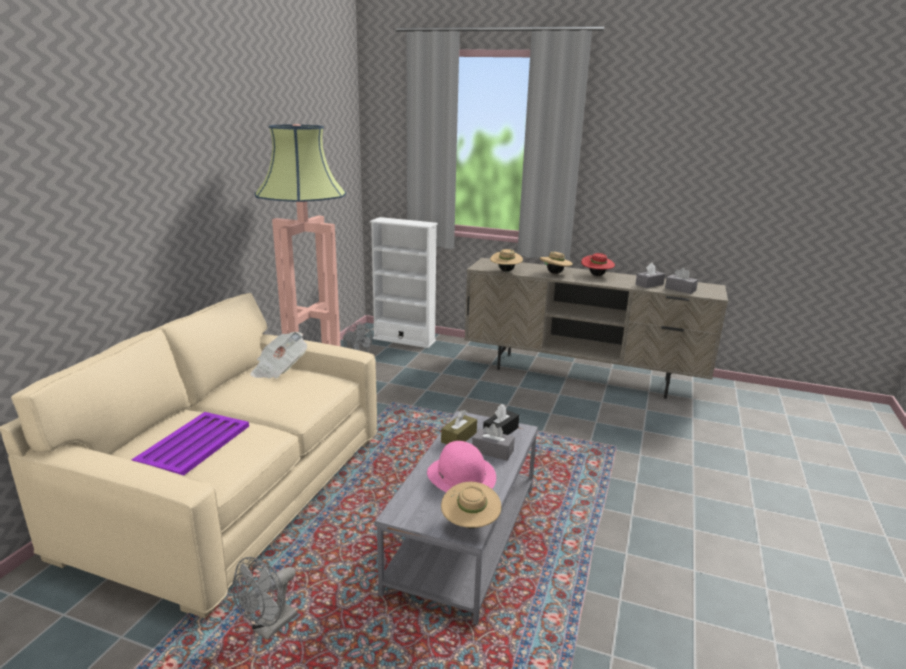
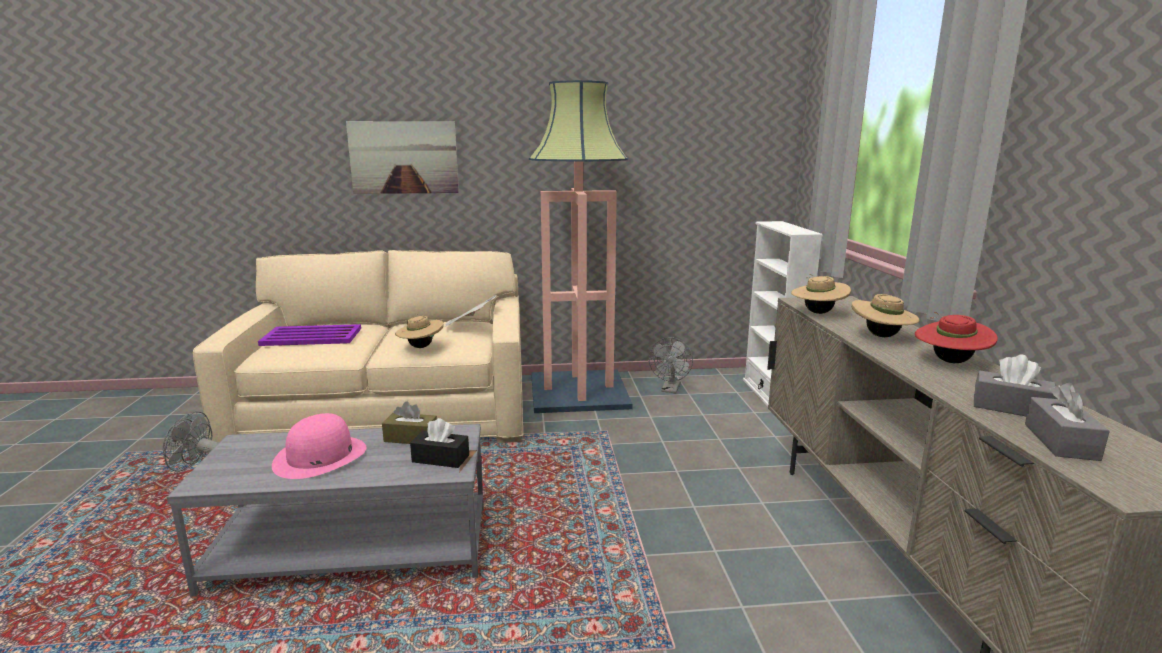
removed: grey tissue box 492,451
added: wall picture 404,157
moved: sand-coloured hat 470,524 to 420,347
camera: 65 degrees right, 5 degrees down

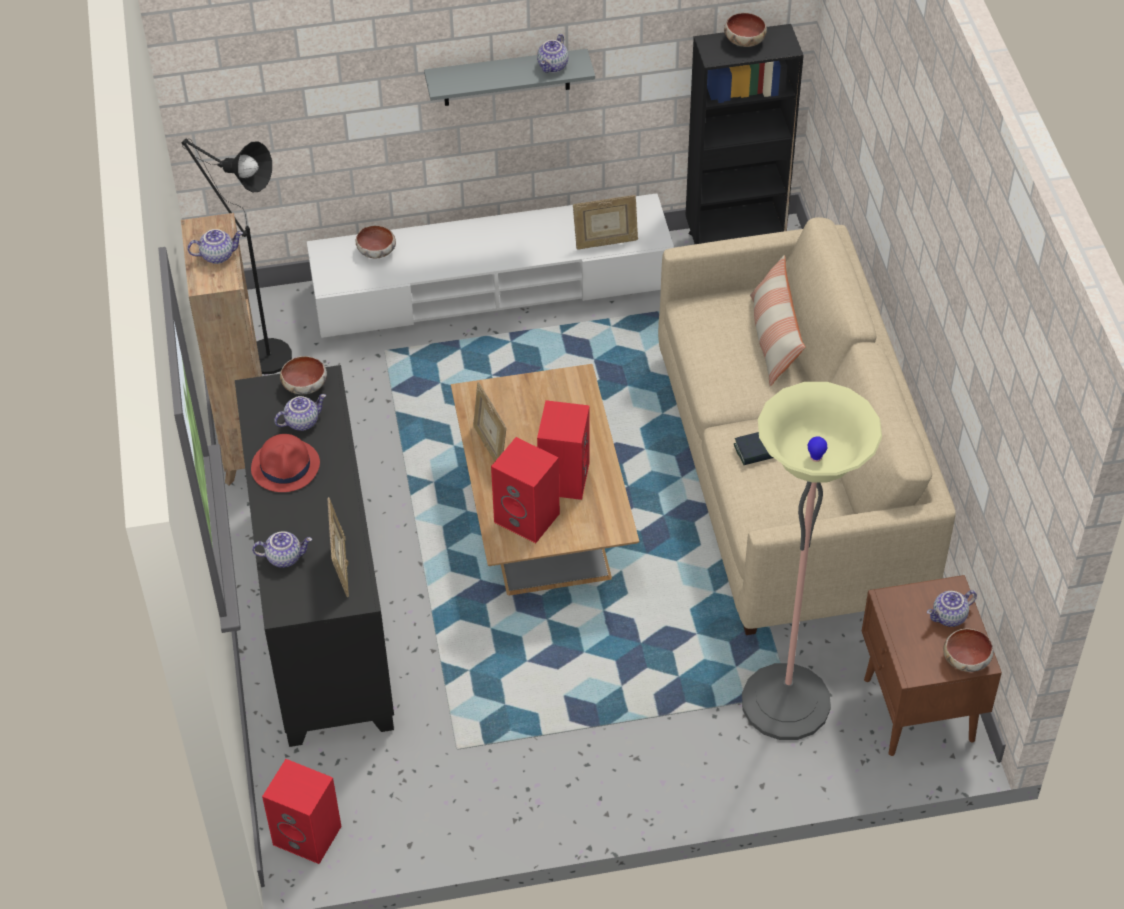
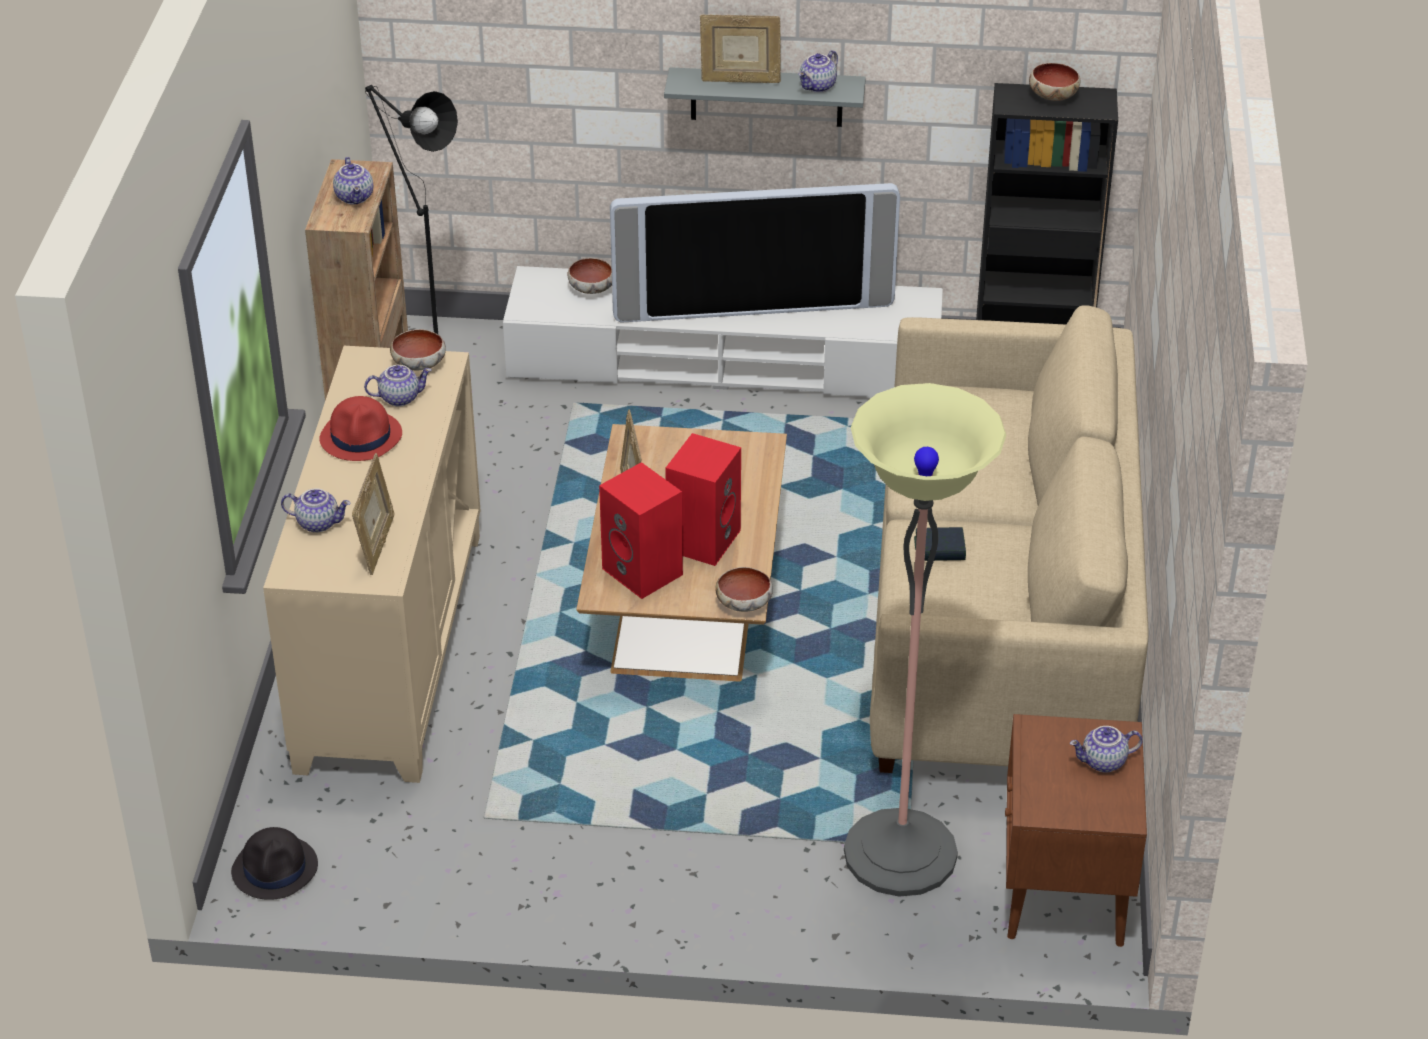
removed: pillow 774,338
added: TV set 753,306
moved: standing frame 605,243 to 740,80; serving bowl 966,659 to 744,603
replaced: red speaker 309,835 to black-coloured hat 275,869
recoloured: black-coloured cabinet 322,614 to sand-coloured cabinet 389,649
turned: teapot 218,255 = 355,197 75 degrees clockwise
camera: 15 degrees right, 10 degrees down

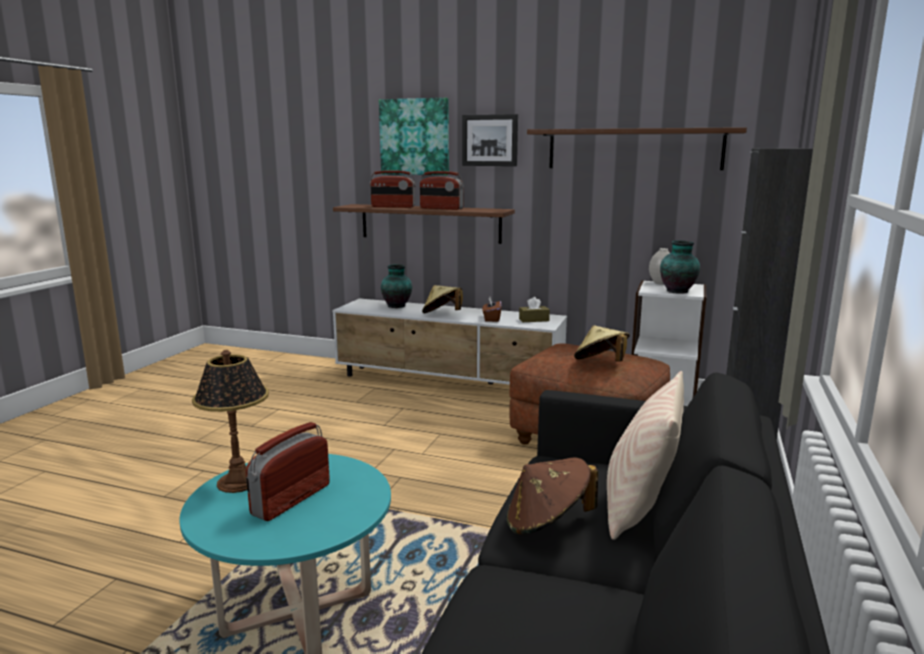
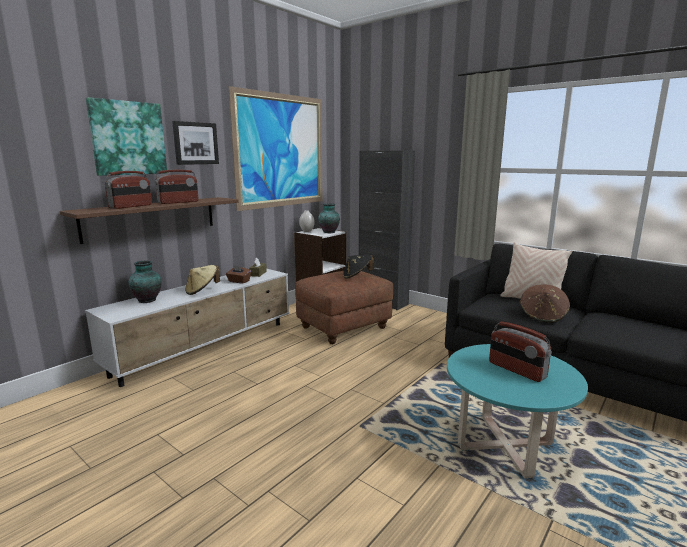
removed: lamp for a table 239,482
replaced: brown shelf 634,149 to wall picture 281,151
recoloured: sand-coloured hat 600,363 to black-coloured hat 357,276
camera: 70 degrees left, 0 degrees up

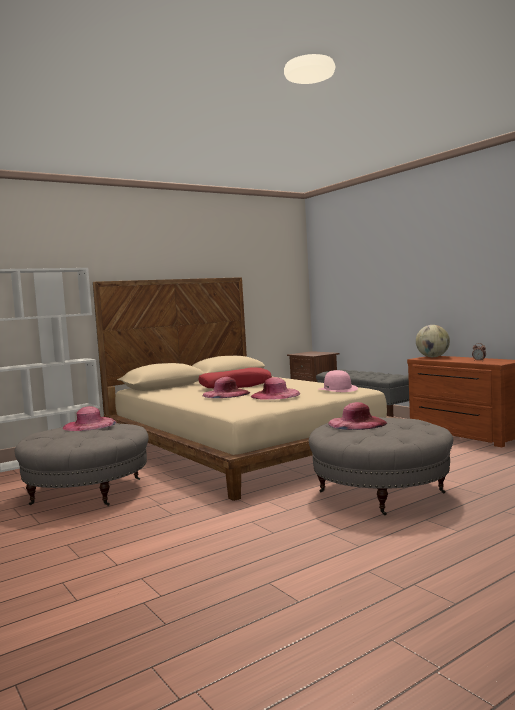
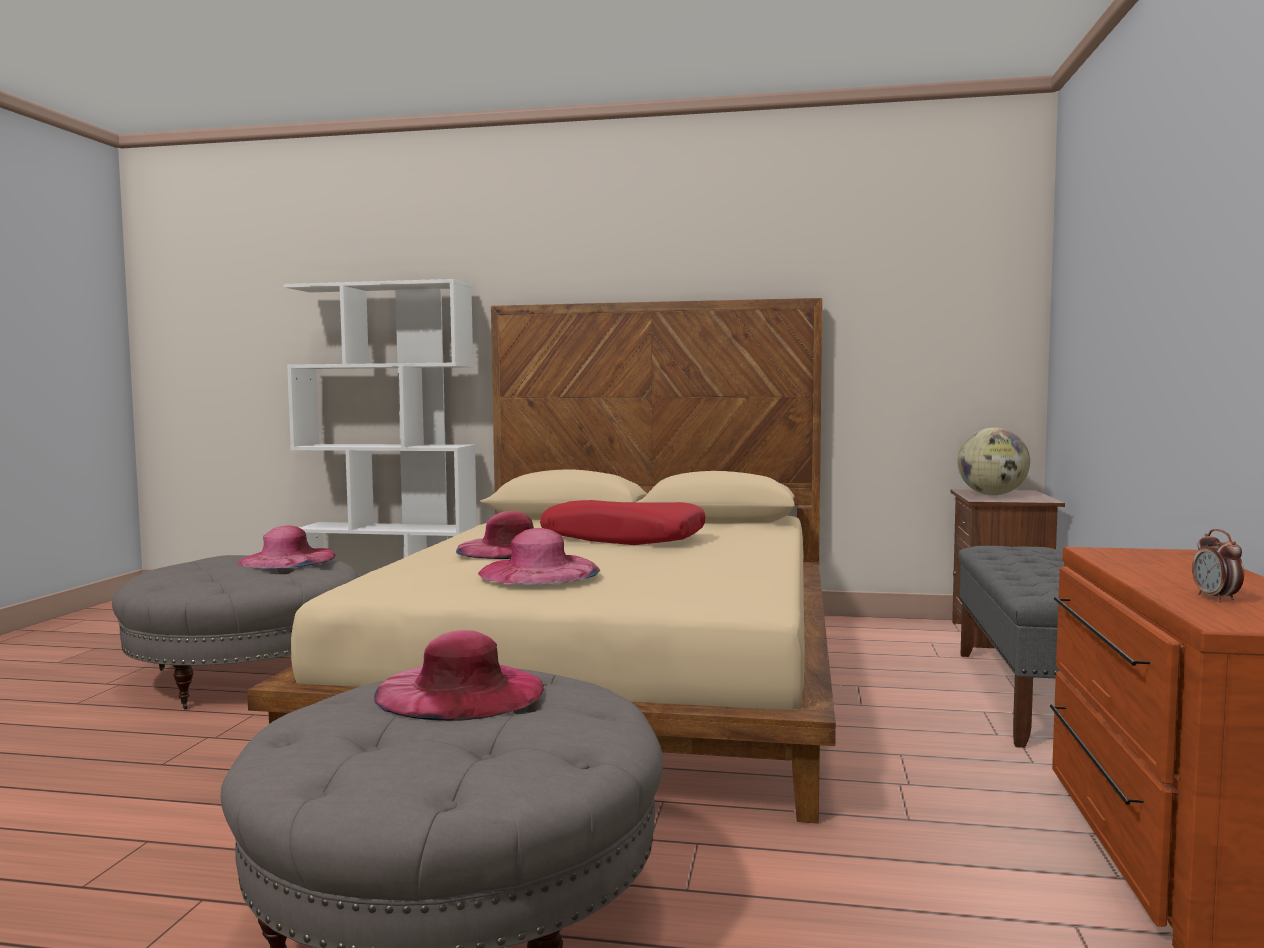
removed: pinkish hat 338,389
moved: world globe 433,357 to 992,495
camera: 45 degrees right, 0 degrees up

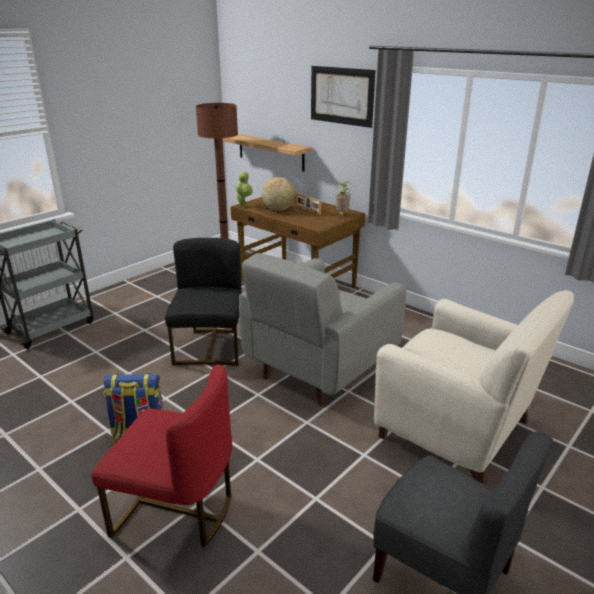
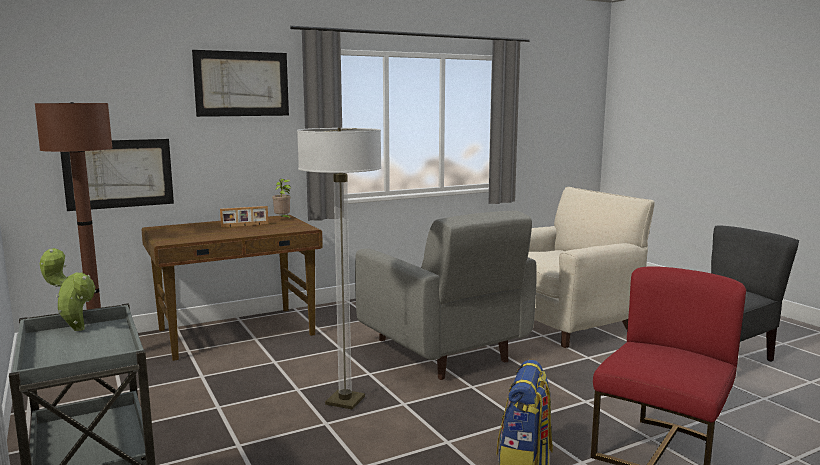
removed: world globe 278,210
moved: potted plant 244,205 to 75,328
replaced: black-coloured upright chair 210,347 to standing lamp 345,401; shelf 270,152 to wall picture 119,174
camera: 70 degrees left, 15 degrees down

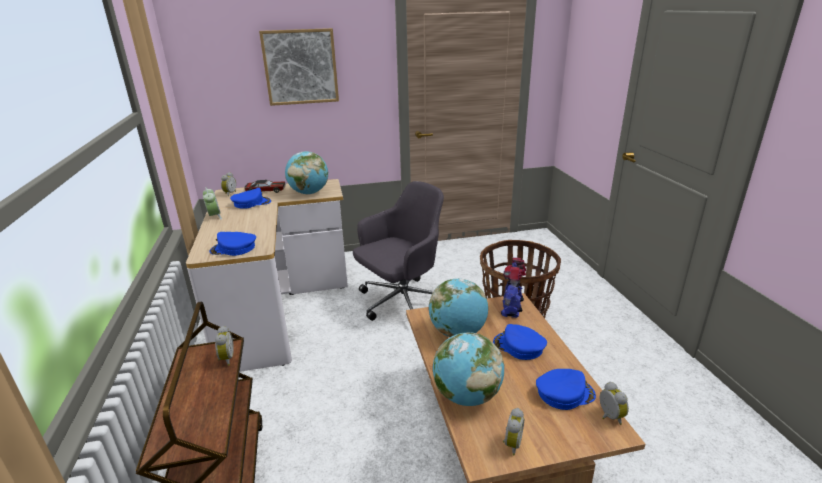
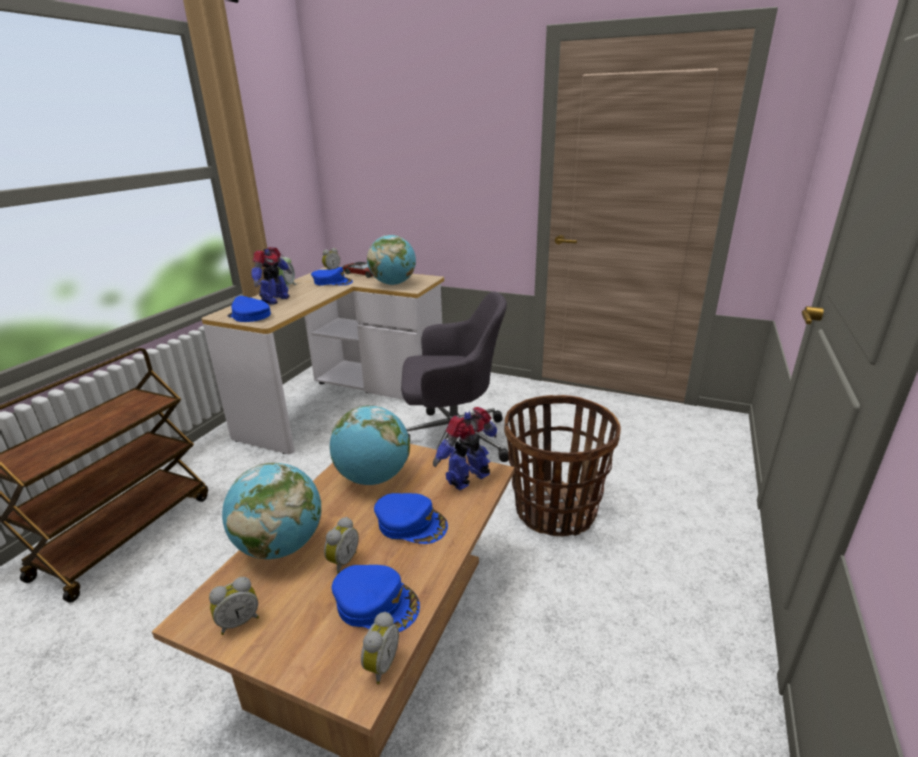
removed: wall picture 300,67
added: model robot 274,300
moved: alarm clock 226,359 to 342,561
turned: blue-coloured baseball cap 518,346 = 411,523 135 degrees clockwise
camera: 35 degrees right, 0 degrees up

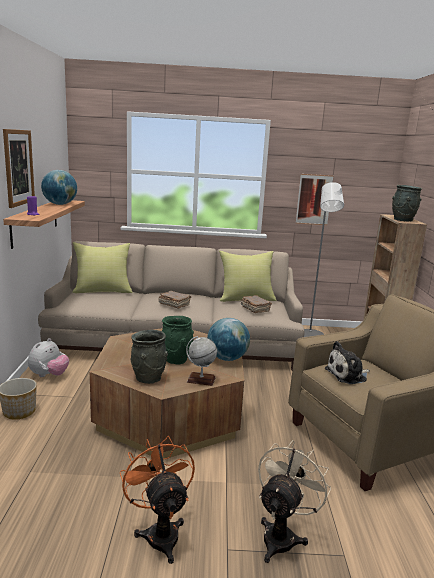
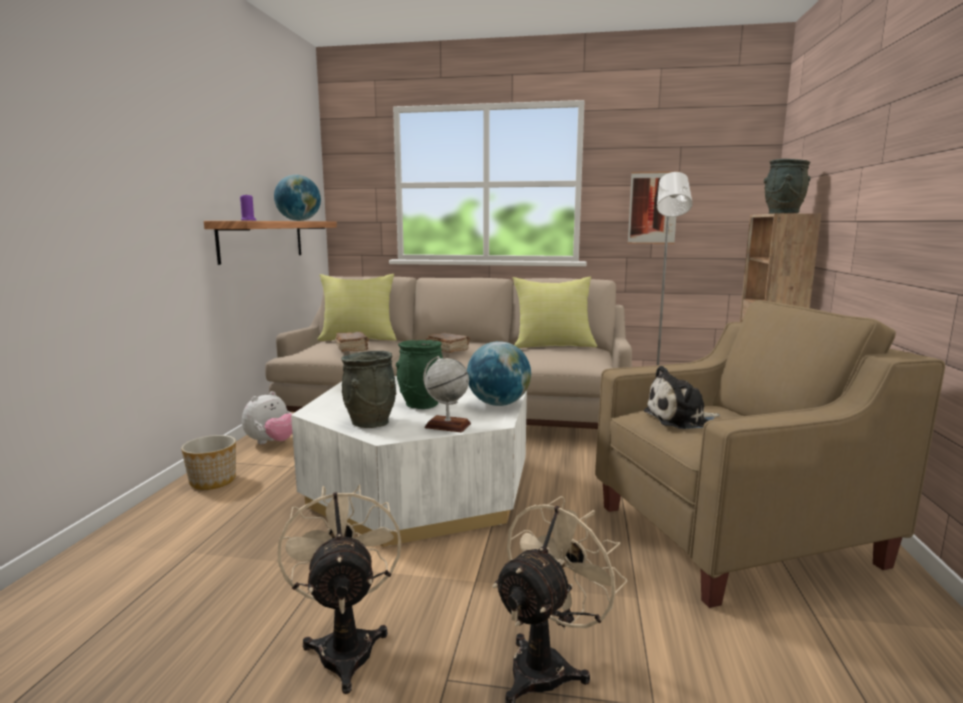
removed: wall picture 18,167
moved: brown volume 255,309 to 352,349
recoloured: brown low table 170,412 to white low table 419,489; orangey cooling fan 160,532 to sand-coloured cooling fan 346,645
camera: 10 degrees right, 5 degrees down

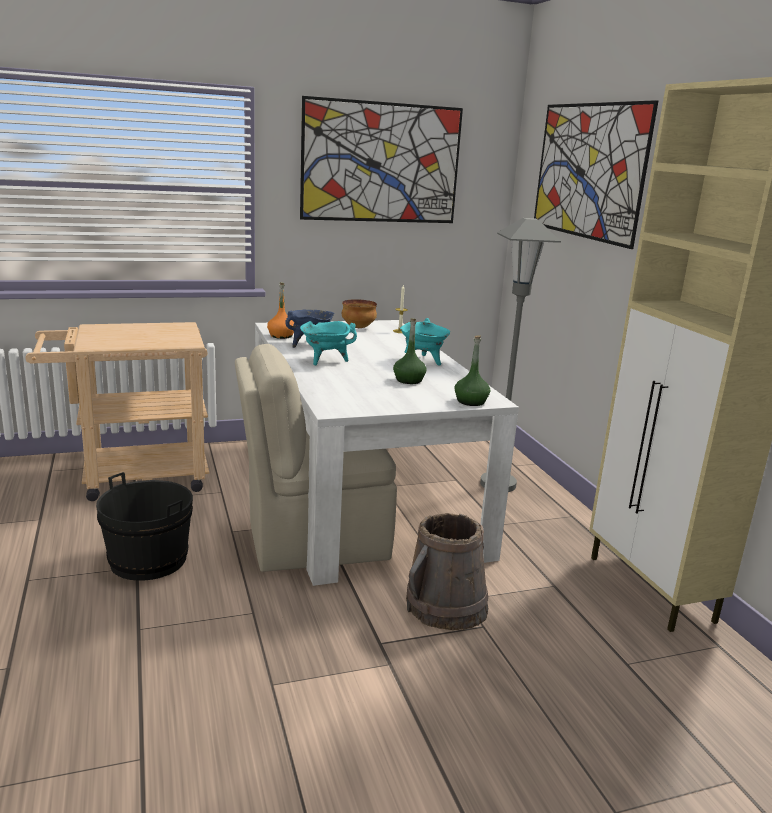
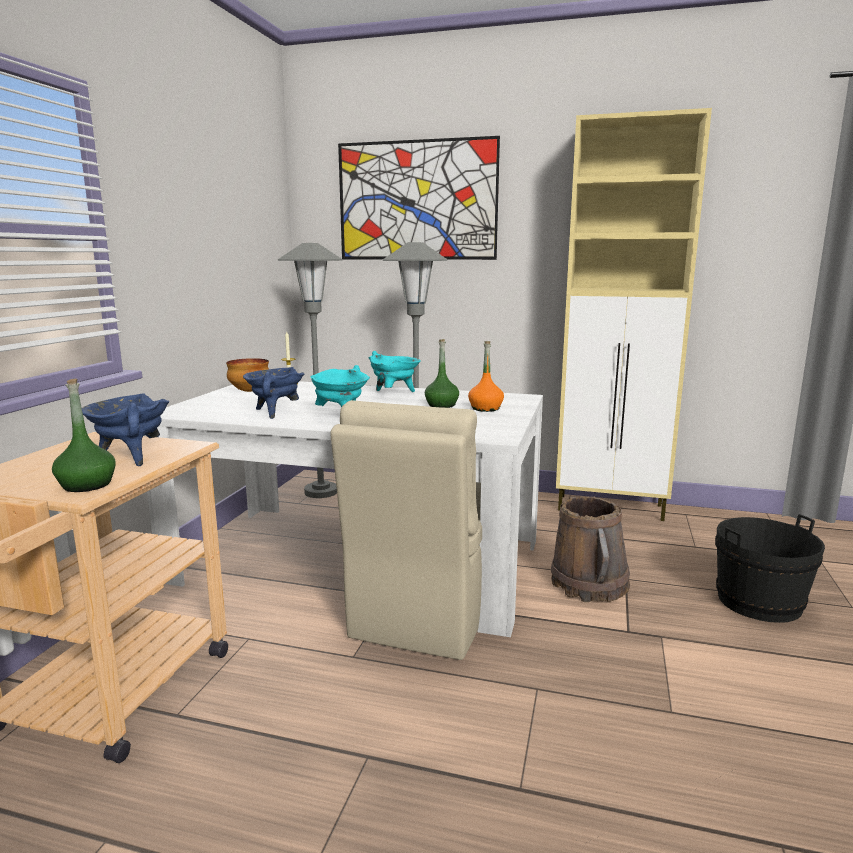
removed: wall picture 381,163
added: blue-coloured saucepot 131,457; grey standing lamp 321,492
moved: black-coloured bucket 148,560 to 758,601; orangey drink bottle 281,336 to 485,408; green-coloured drink bottle 470,401 to 87,485
camera: 55 degrees left, 5 degrees down

